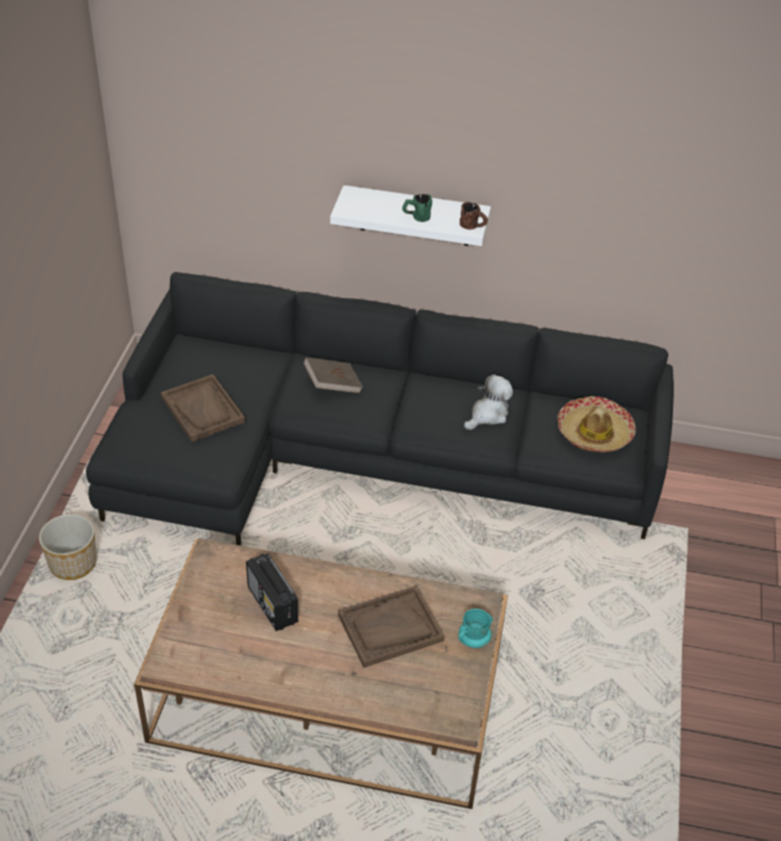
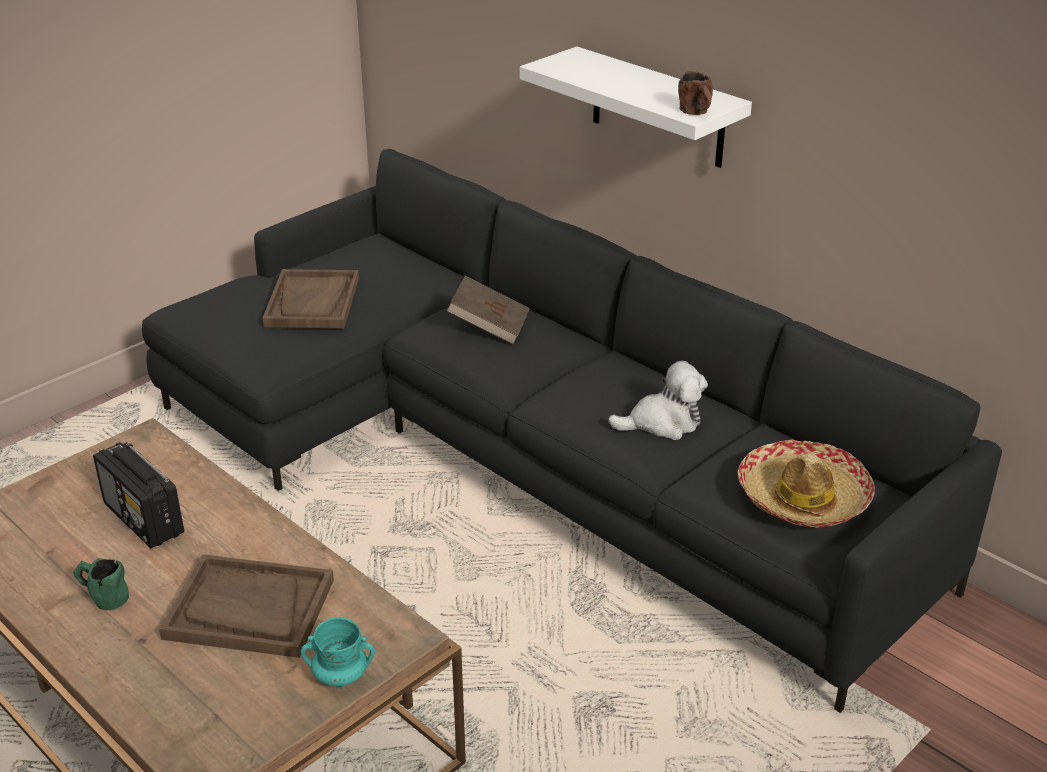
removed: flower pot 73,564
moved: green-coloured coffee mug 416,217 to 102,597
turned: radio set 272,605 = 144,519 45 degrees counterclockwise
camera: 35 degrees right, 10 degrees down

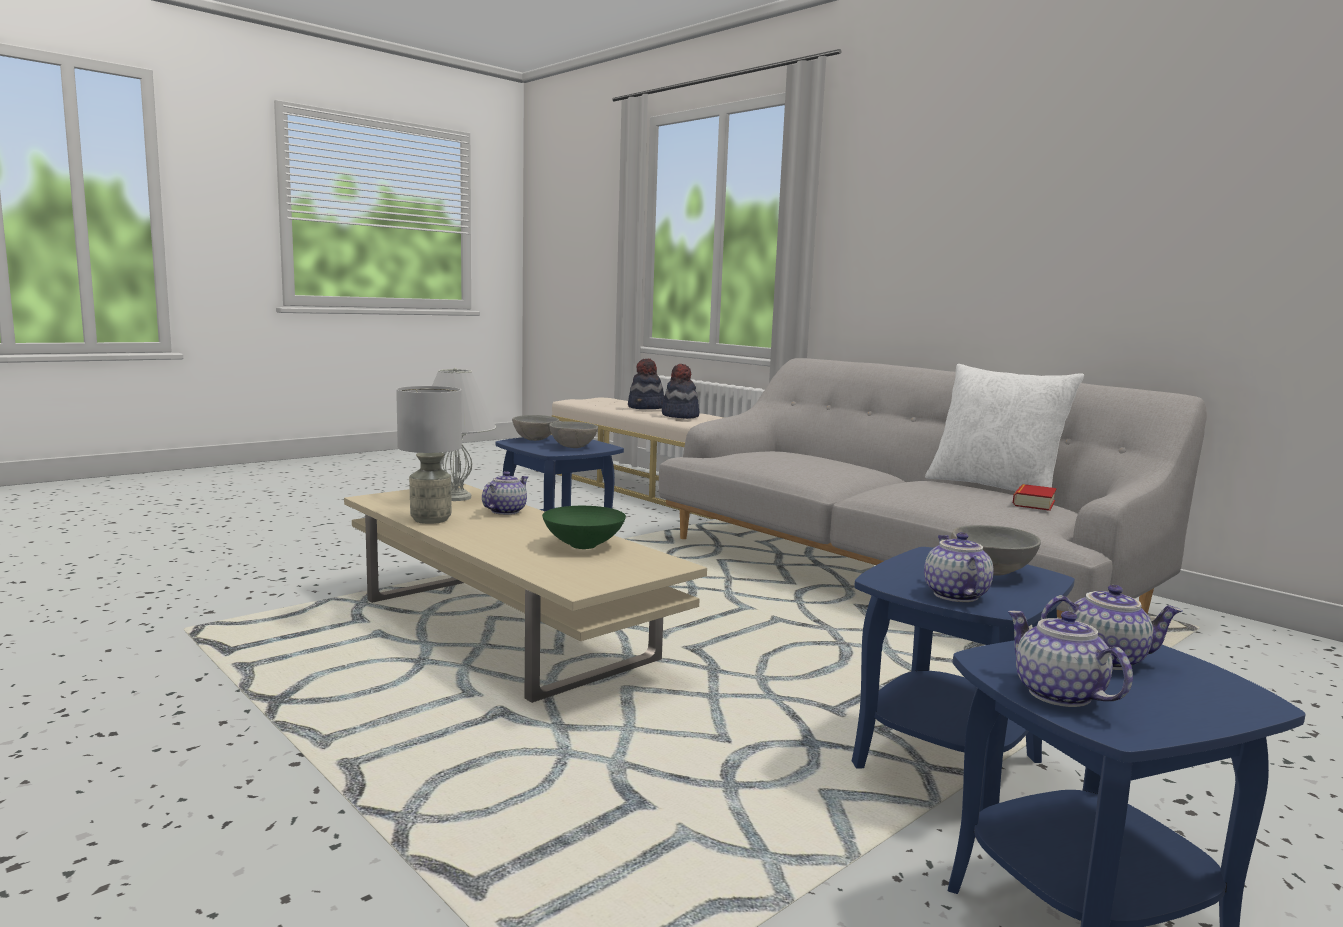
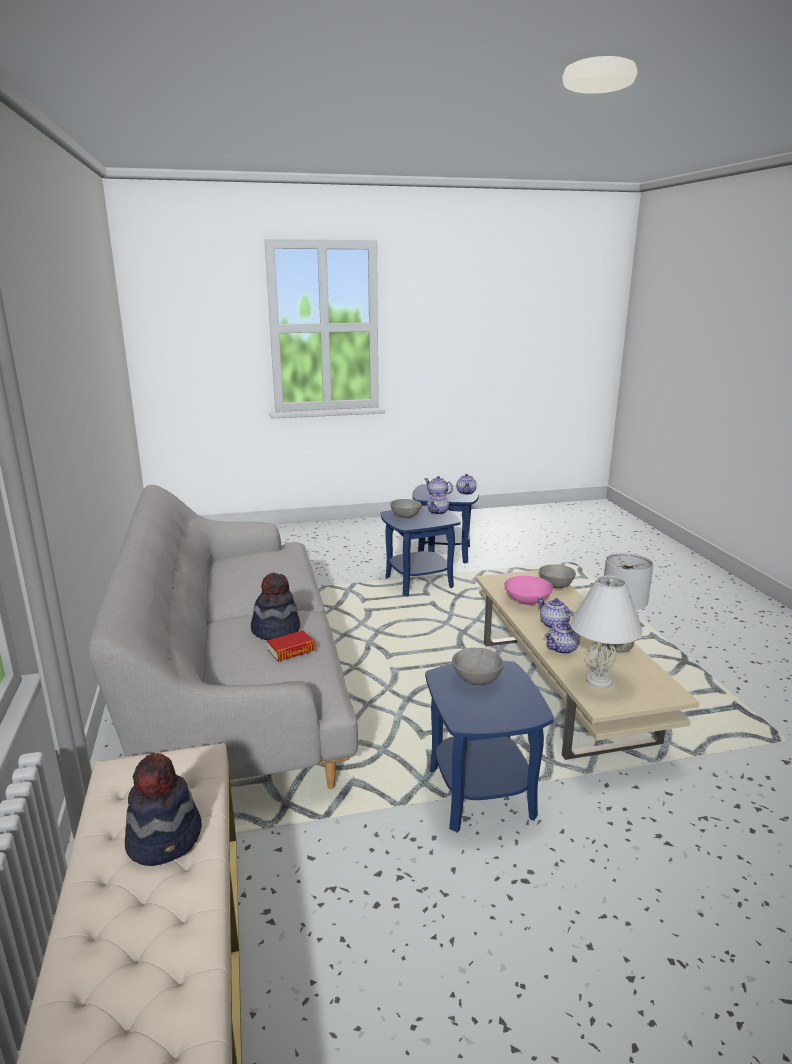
removed: white pillow 994,487
added: teapot 553,625
moved: grey serving bowl 536,439 to 555,586; hat 646,408 to 276,630; volume 1034,503 to 291,650
recoloured: green-coloured serving bowl 582,545 to pinkish serving bowl 528,601
camera: 150 degrees left, 10 degrees up

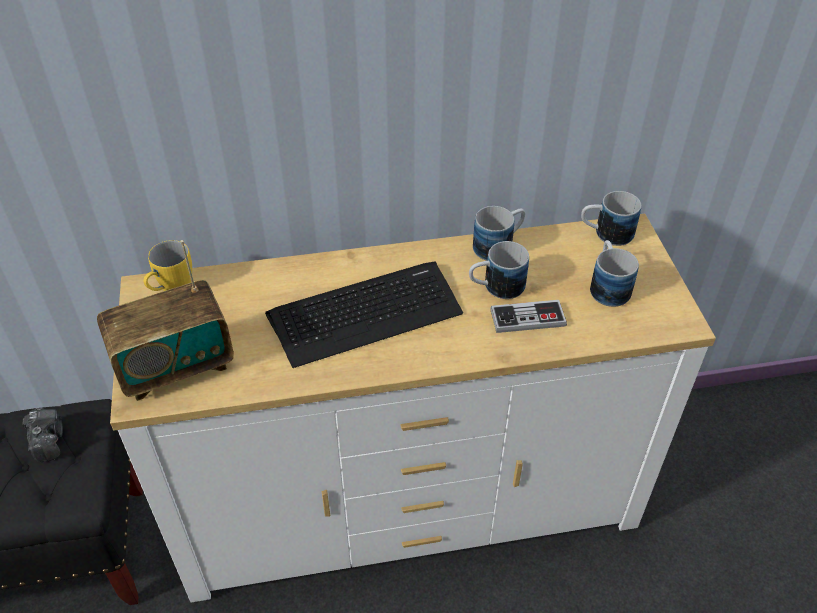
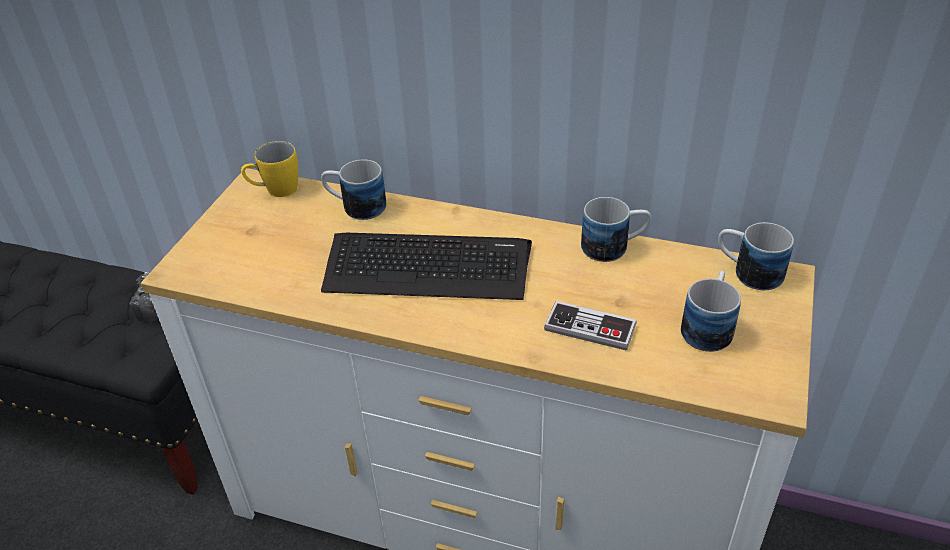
removed: radio set 175,366
moved: coffee mug 496,287 to 355,206
camera: 30 degrees right, 5 degrees down

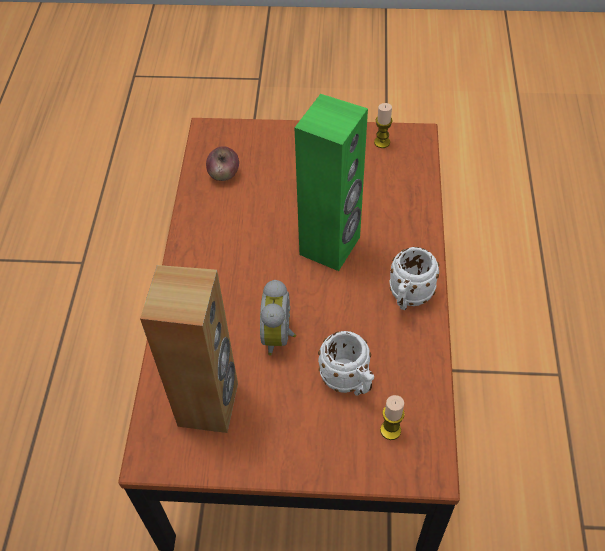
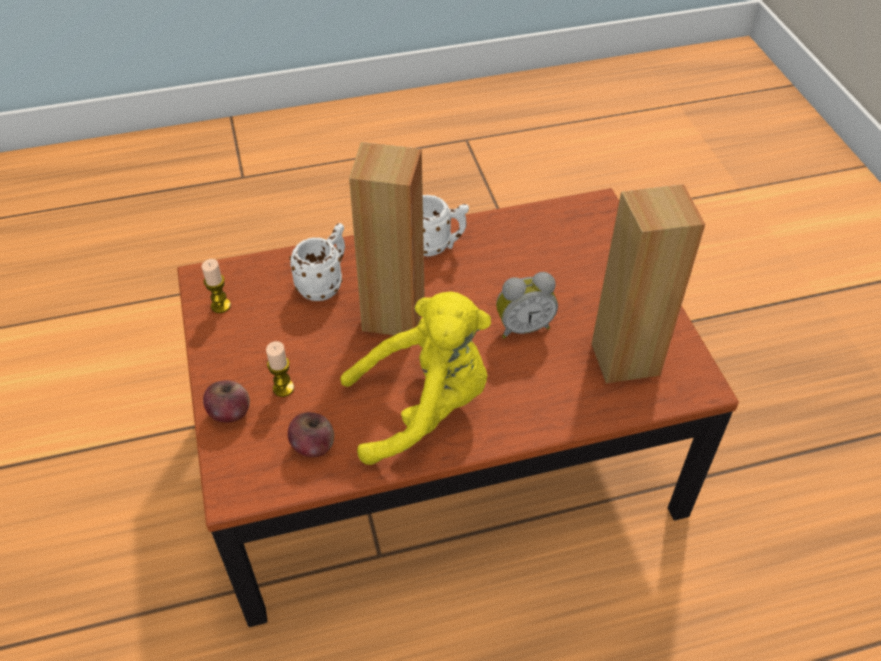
added: apple fruit 230,412; yellowish soft toy 424,408
moved: white coffee mug 349,382 to 325,283; wax light 390,430 to 283,388
recoloured: green-coloured speaker 330,246 to brown speaker 394,315
camera: 110 degrees left, 5 degrees down

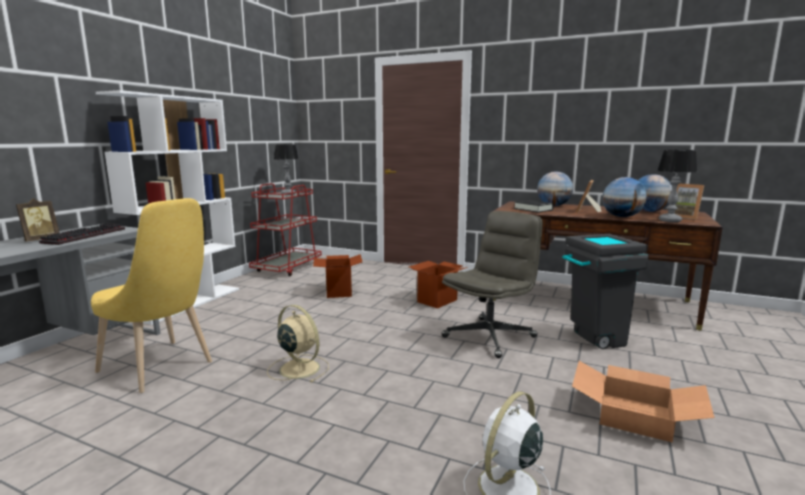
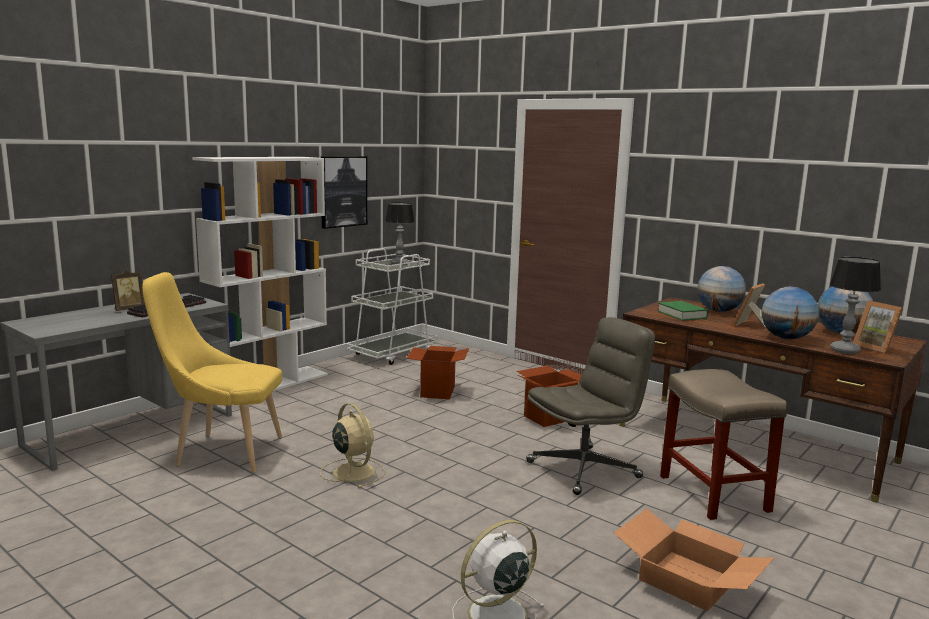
added: wall picture 343,191
replaced: grey rubbish bin 593,340 to sand-coloured stool seat 712,492
recoloured: red cart 287,268 to white cart 392,354; black-coloured volume 533,209 to green-coloured volume 682,315
turned: yellowish upright chair 161,368 = 222,452 135 degrees clockwise
camera: 15 degrees right, 0 degrees up

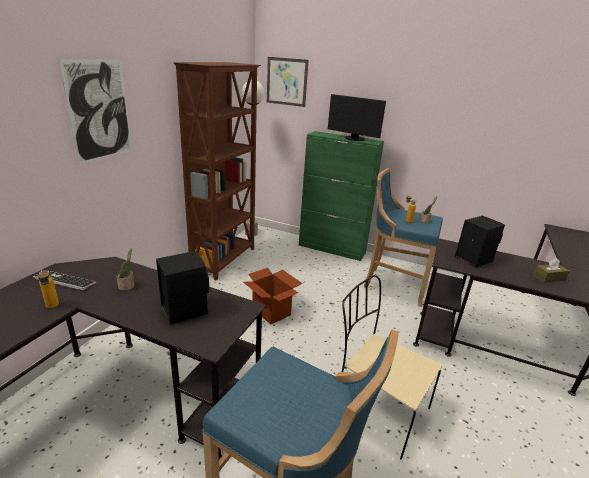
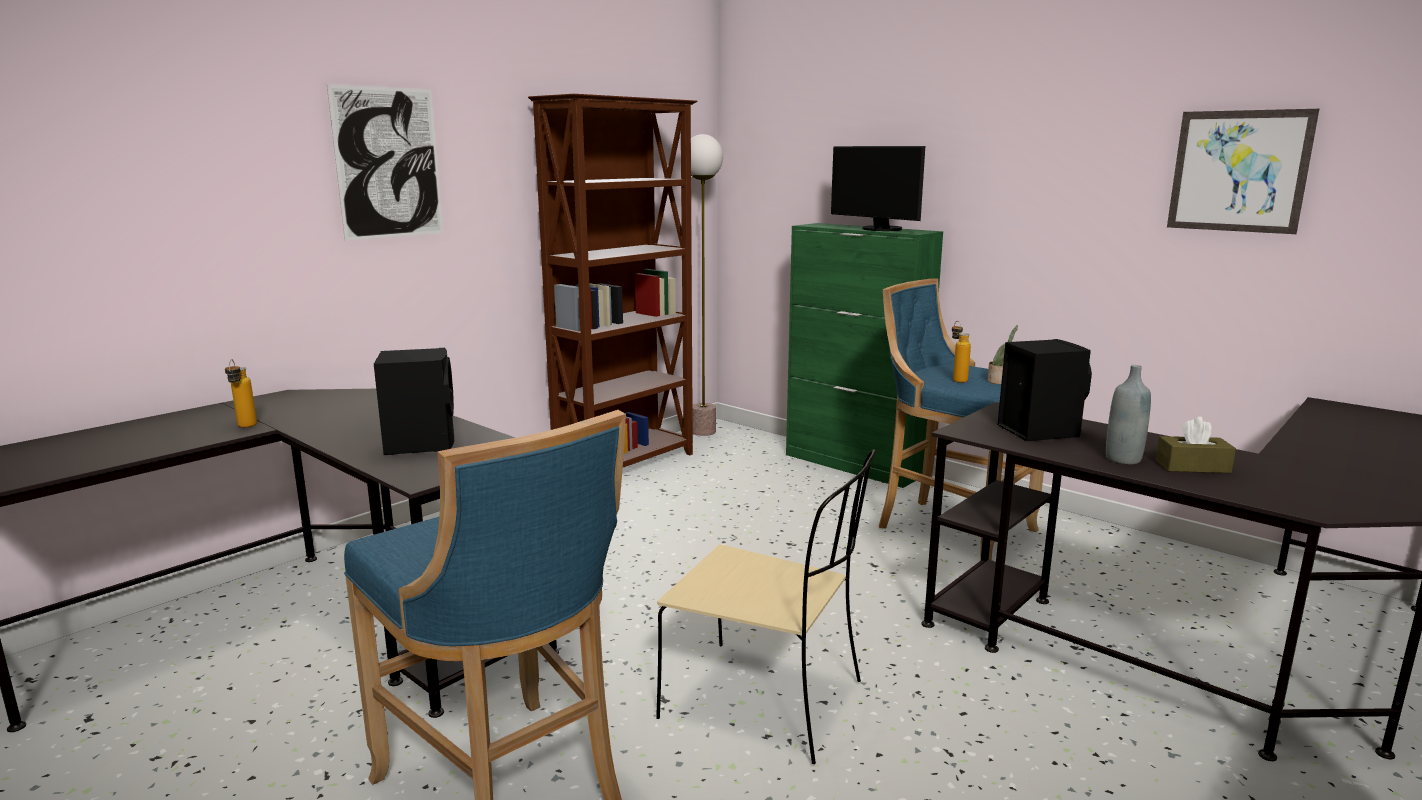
removed: PC keyboard 65,281; potted plant 127,286; carton 271,312
added: grey drink bottle 1123,459
moved: wall picture 286,81 to 1238,171
turned: sand-coloured upright chair 376,408 = 767,701 150 degrees clockwise
camera: 20 degrees right, 10 degrees down

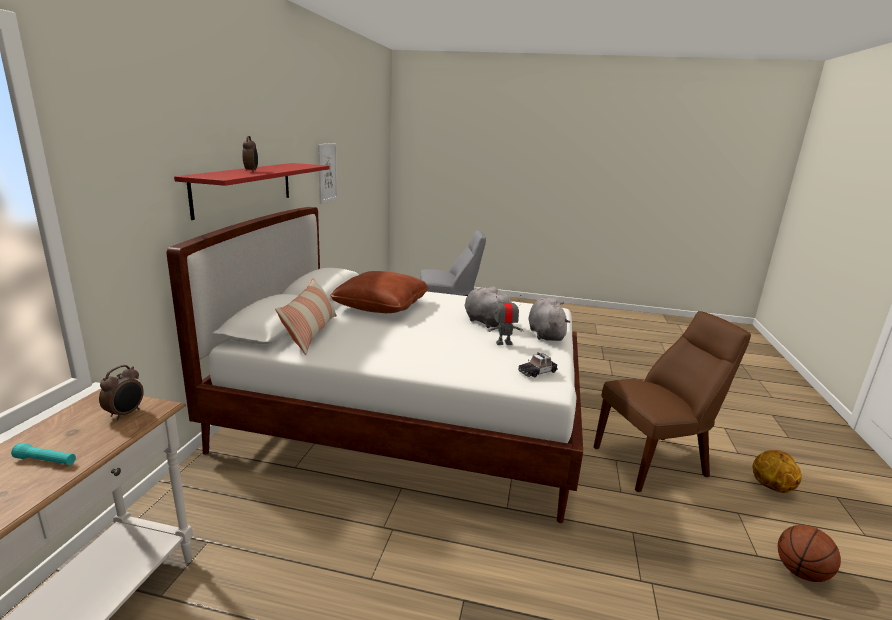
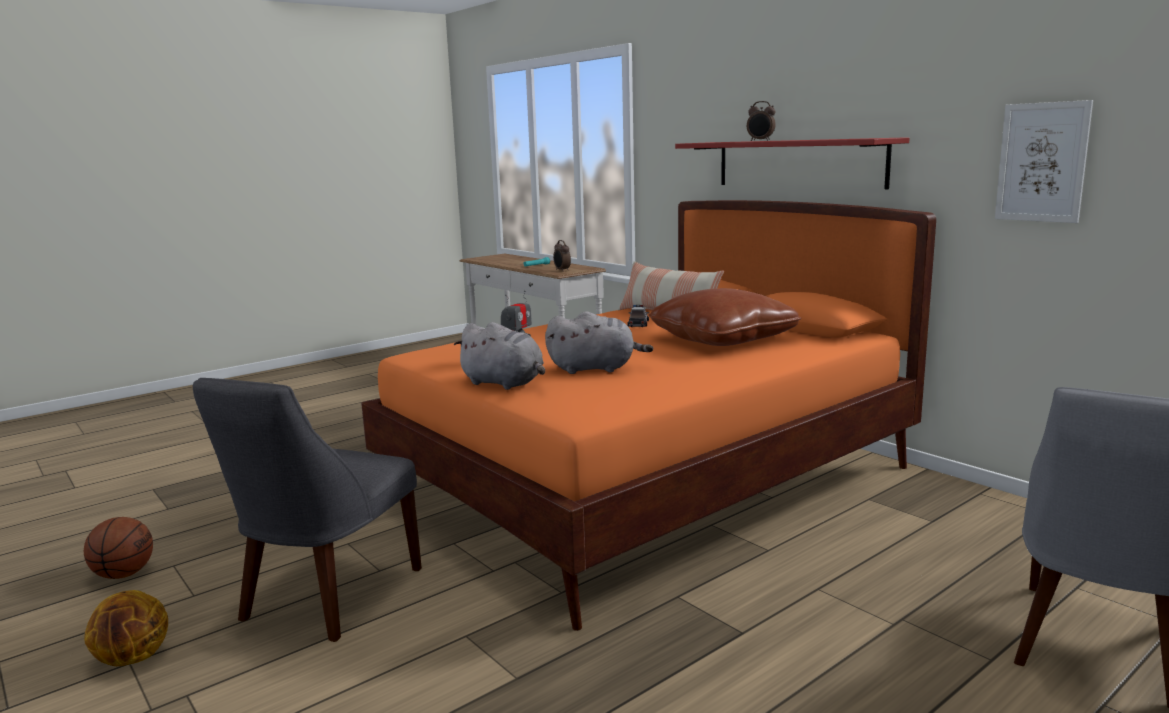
moved: model car 537,371 to 638,323
recoloured: white bed 408,416 to orangey bed 649,482; brown upright chair 654,461 to grey upright chair 327,597
camera: 130 degrees right, 5 degrees down

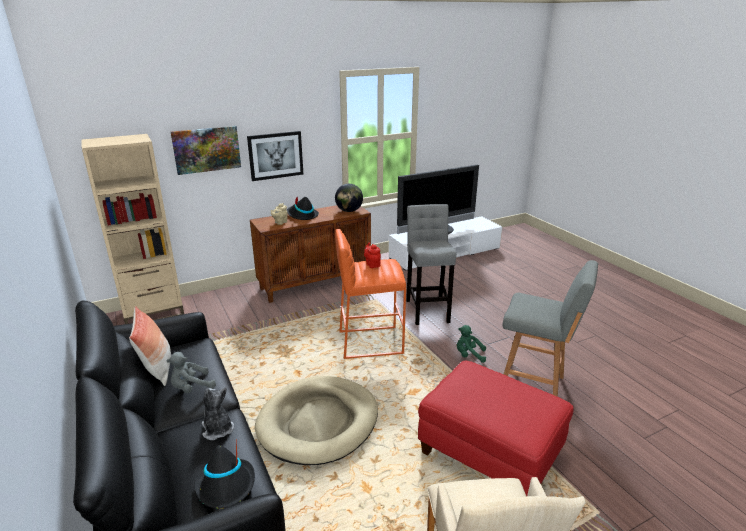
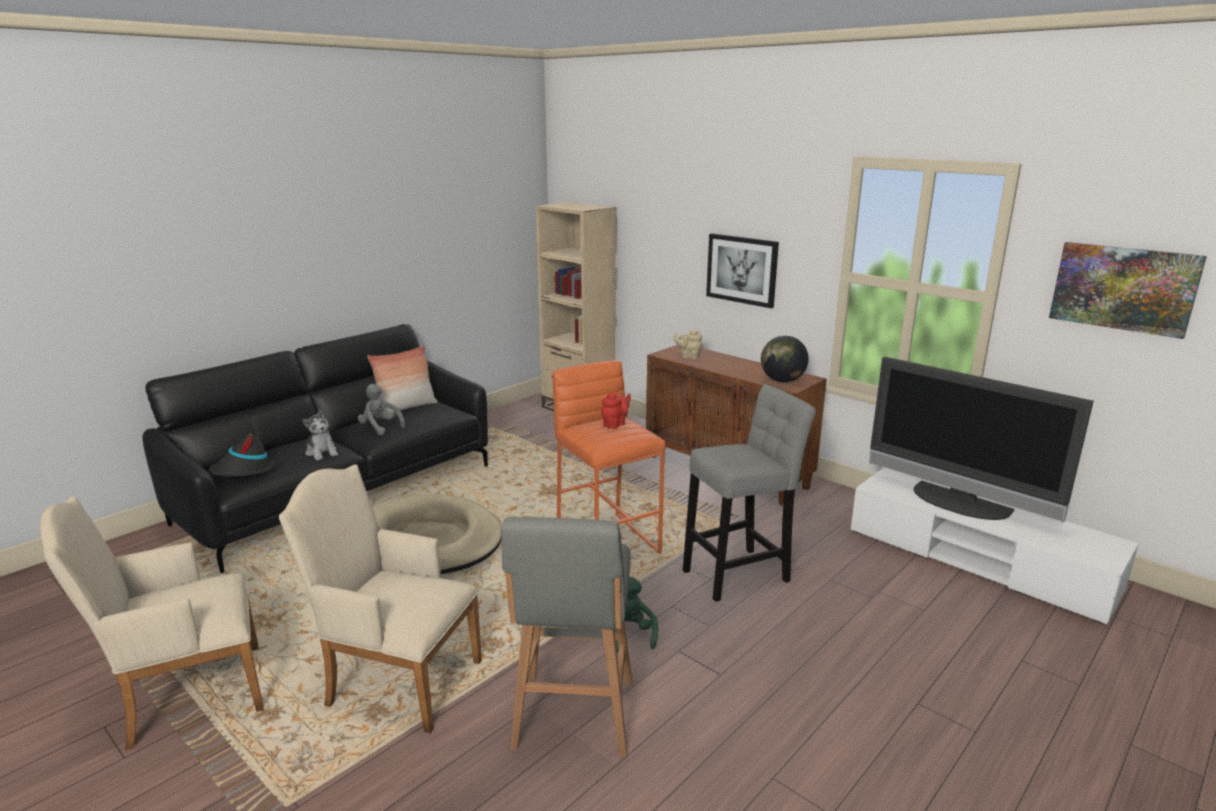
removed: black-coloured hat 302,215
moved: wall picture 206,149 to 1123,288
replaced: red footrest 488,453 to sand-coloured armchair 397,680
turned: soft toy 217,429 = 322,452 105 degrees clockwise
camera: 70 degrees right, 5 degrees down

